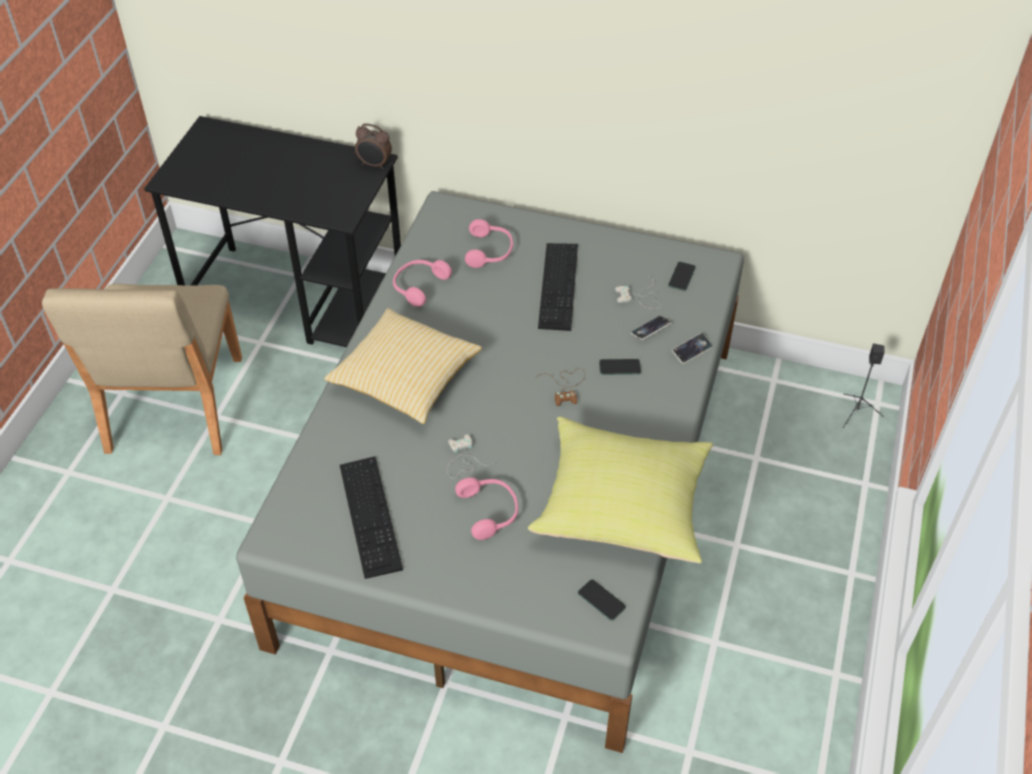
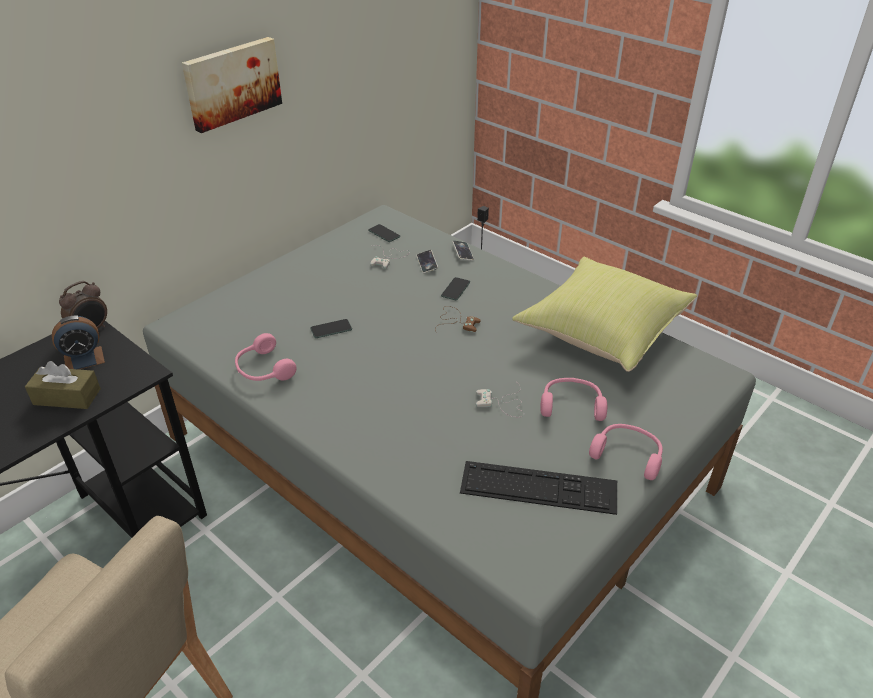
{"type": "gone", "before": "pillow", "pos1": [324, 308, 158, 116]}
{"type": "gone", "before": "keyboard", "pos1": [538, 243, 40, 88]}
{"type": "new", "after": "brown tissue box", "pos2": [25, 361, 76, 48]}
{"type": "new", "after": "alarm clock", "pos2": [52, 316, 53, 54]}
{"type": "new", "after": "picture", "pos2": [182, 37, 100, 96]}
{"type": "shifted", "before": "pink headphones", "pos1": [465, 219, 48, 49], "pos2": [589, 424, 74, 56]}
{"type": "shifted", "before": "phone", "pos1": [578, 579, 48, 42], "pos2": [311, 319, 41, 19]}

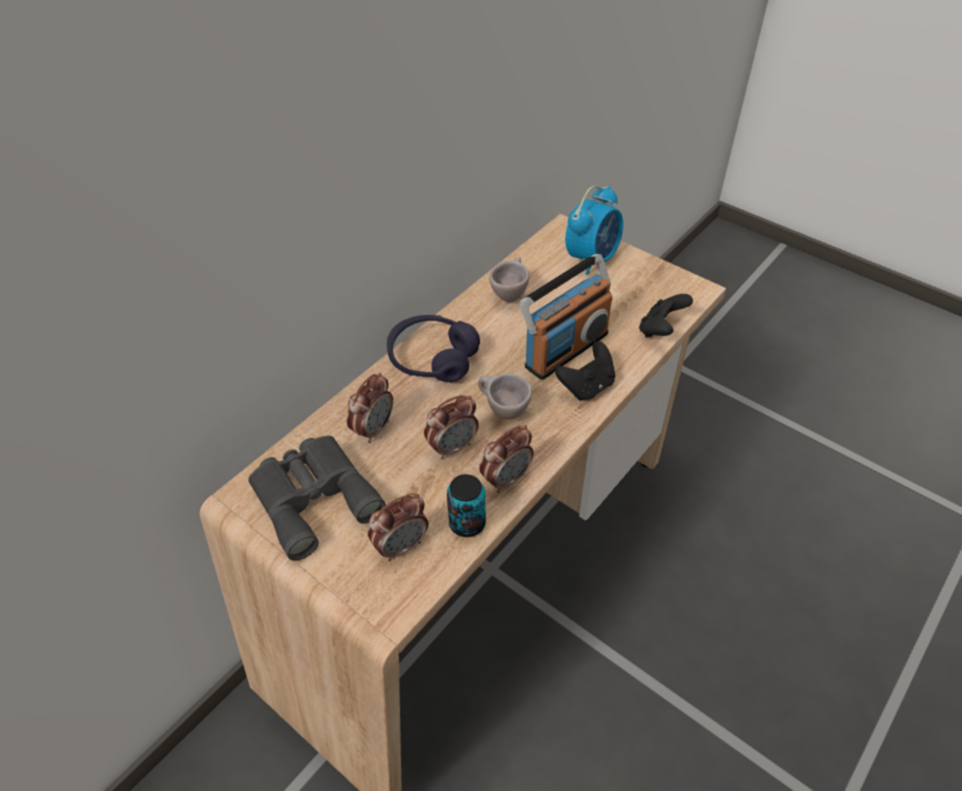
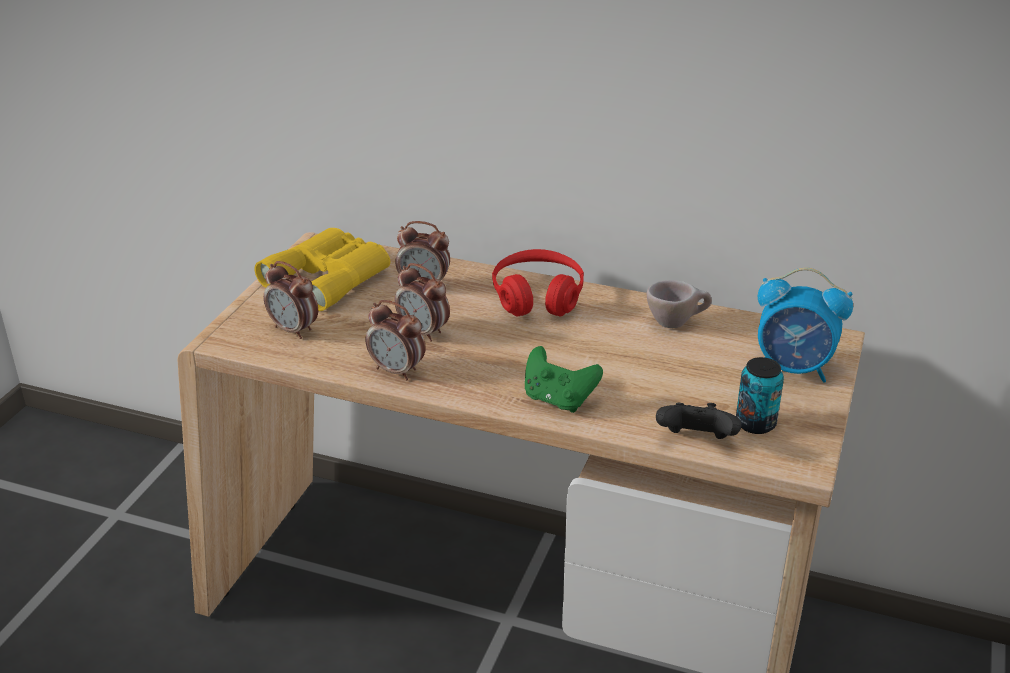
{"type": "gone", "before": "beige cup", "pos1": [478, 373, 54, 47]}
{"type": "gone", "before": "radio", "pos1": [519, 254, 93, 126]}
{"type": "shifted", "before": "can", "pos1": [447, 474, 39, 63], "pos2": [736, 357, 48, 77]}
{"type": "repainted", "before": "grey binoculars", "after": "yellow binoculars", "pos1": [248, 436, 138, 125], "pos2": [255, 228, 135, 83]}
{"type": "repainted", "before": "purple headphones", "after": "red headphones", "pos1": [387, 315, 93, 67], "pos2": [492, 249, 92, 68]}
{"type": "repainted", "before": "black game controller", "after": "green game controller", "pos1": [555, 341, 60, 60], "pos2": [525, 346, 78, 67]}

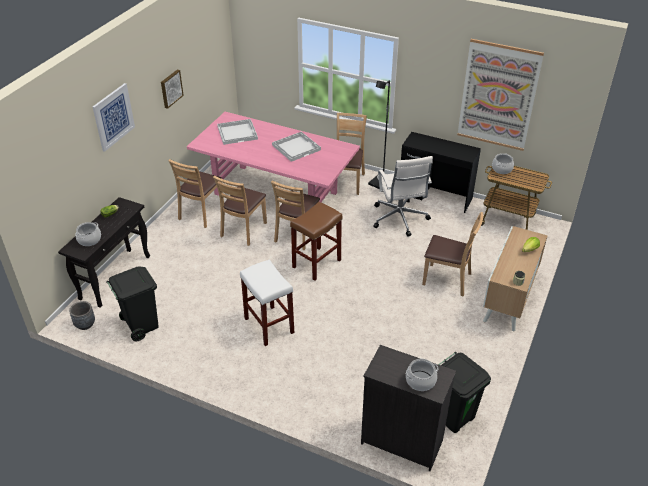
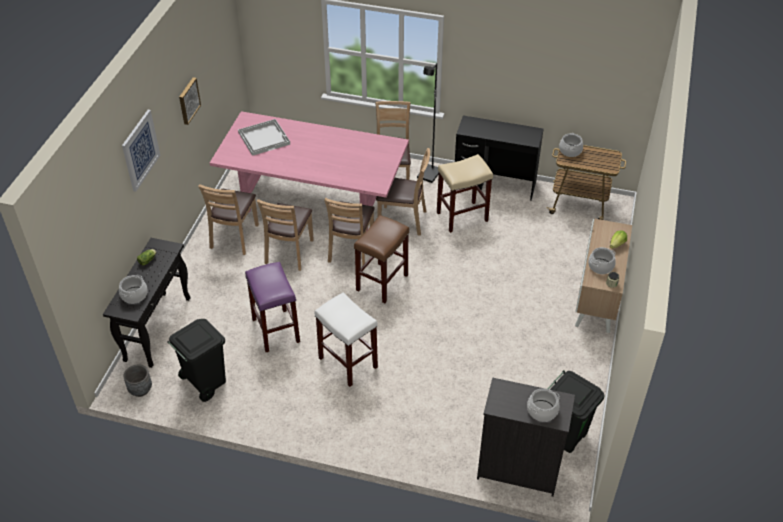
{"type": "gone", "before": "white tray", "pos1": [272, 132, 49, 30]}
{"type": "gone", "before": "picture", "pos1": [457, 39, 87, 112]}
{"type": "new", "after": "purple stool", "pos2": [245, 262, 55, 90]}
{"type": "new", "after": "cooking pot", "pos2": [588, 247, 28, 27]}
{"type": "shifted", "before": "brown chair", "pos1": [422, 212, 62, 84], "pos2": [376, 148, 54, 88]}
{"type": "swapped", "before": "white office chair", "after": "beige stool", "pos1": [373, 156, 60, 81], "pos2": [437, 154, 56, 79]}

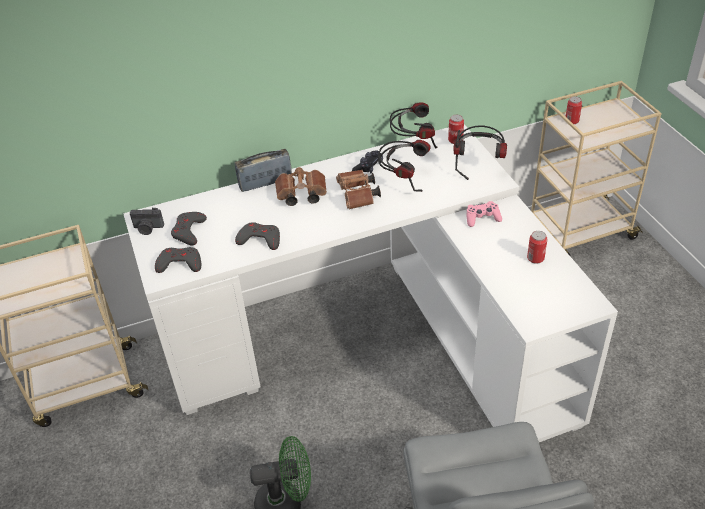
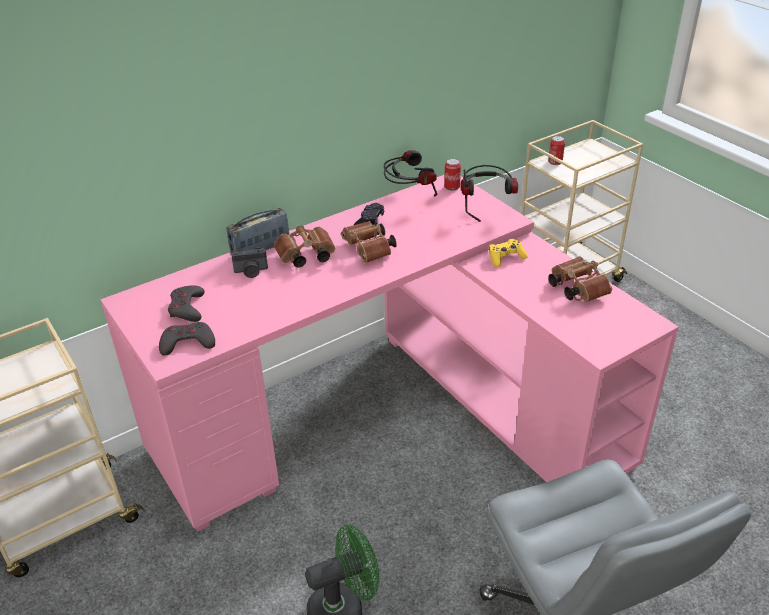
{"type": "gone", "before": "grey game controller", "pos1": [235, 222, 45, 28]}
{"type": "gone", "before": "headphones", "pos1": [378, 140, 52, 52]}
{"type": "shifted", "before": "photo camera", "pos1": [130, 208, 34, 27], "pos2": [231, 247, 37, 31]}
{"type": "swapped", "before": "can", "after": "brown binoculars", "pos1": [527, 231, 21, 33], "pos2": [548, 256, 64, 46]}
{"type": "repainted", "before": "white desk", "after": "pink desk", "pos1": [123, 124, 495, 318], "pos2": [100, 174, 579, 358]}
{"type": "repainted", "before": "pink game controller", "after": "yellow game controller", "pos1": [466, 201, 36, 26], "pos2": [489, 239, 39, 28]}

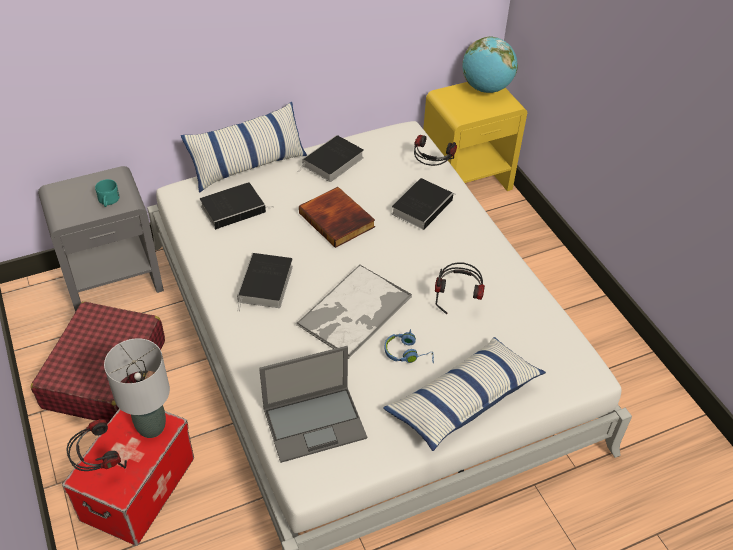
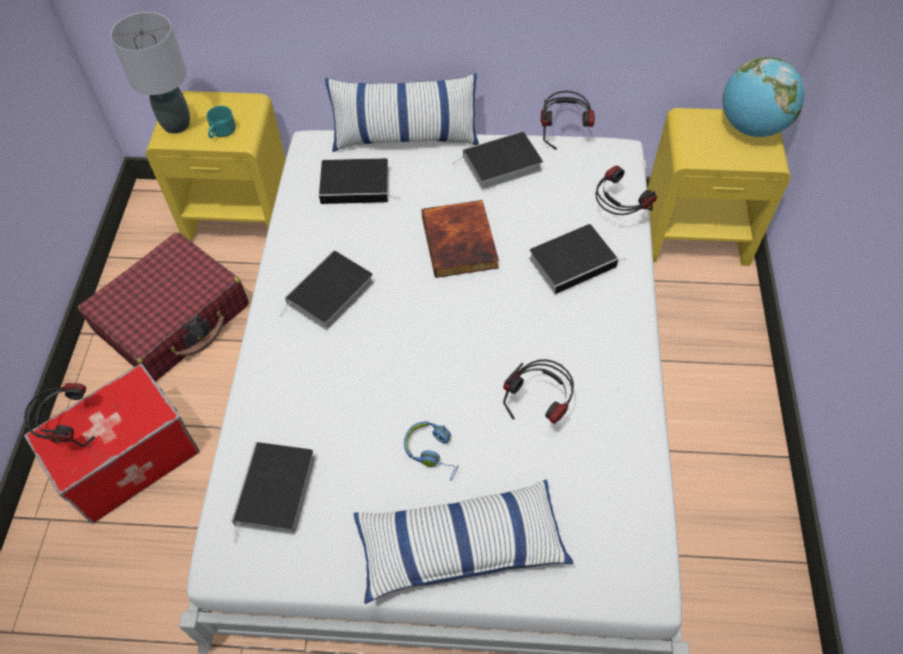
{"type": "gone", "before": "tray", "pos1": [296, 264, 116, 95]}
{"type": "new", "after": "headphones", "pos2": [541, 91, 54, 59]}
{"type": "shifted", "before": "grey table lamp", "pos1": [104, 338, 66, 100], "pos2": [110, 12, 80, 122]}
{"type": "swapped", "before": "laptop", "after": "book", "pos1": [259, 346, 108, 117], "pos2": [232, 442, 83, 102]}
{"type": "repainted", "before": "grey nightstand", "after": "yellow nightstand", "pos1": [38, 166, 126, 146], "pos2": [146, 91, 140, 151]}

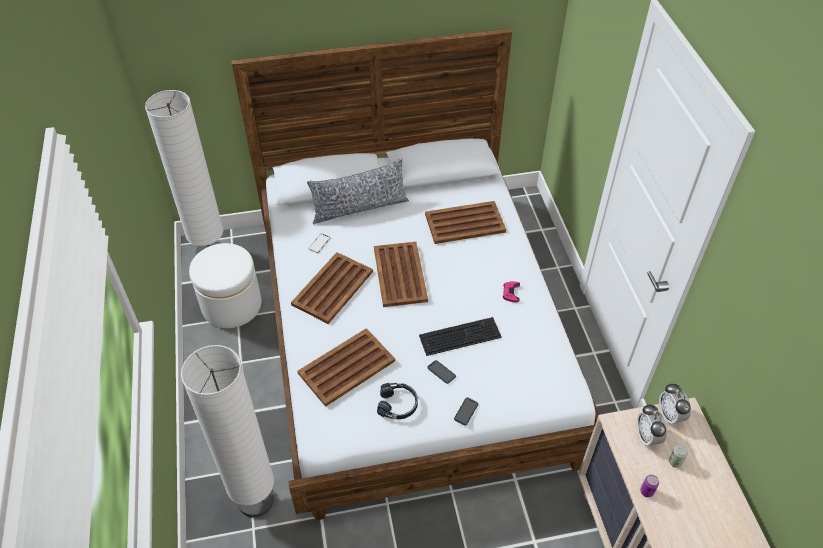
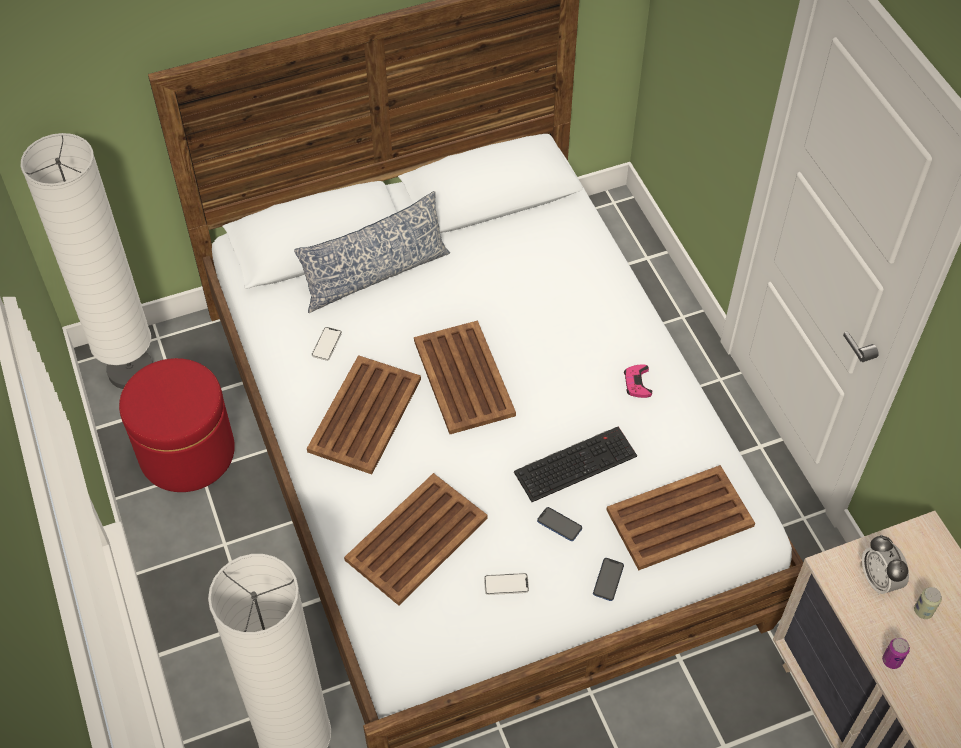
{"type": "gone", "before": "alarm clock", "pos1": [659, 383, 32, 42]}
{"type": "shifted", "before": "brown tray", "pos1": [425, 201, 81, 43], "pos2": [607, 465, 148, 105]}
{"type": "swapped", "before": "black headphones", "after": "phone", "pos1": [377, 383, 41, 36], "pos2": [484, 573, 45, 22]}
{"type": "repainted", "before": "white ottoman", "after": "red ottoman", "pos1": [189, 243, 73, 85], "pos2": [119, 358, 116, 134]}

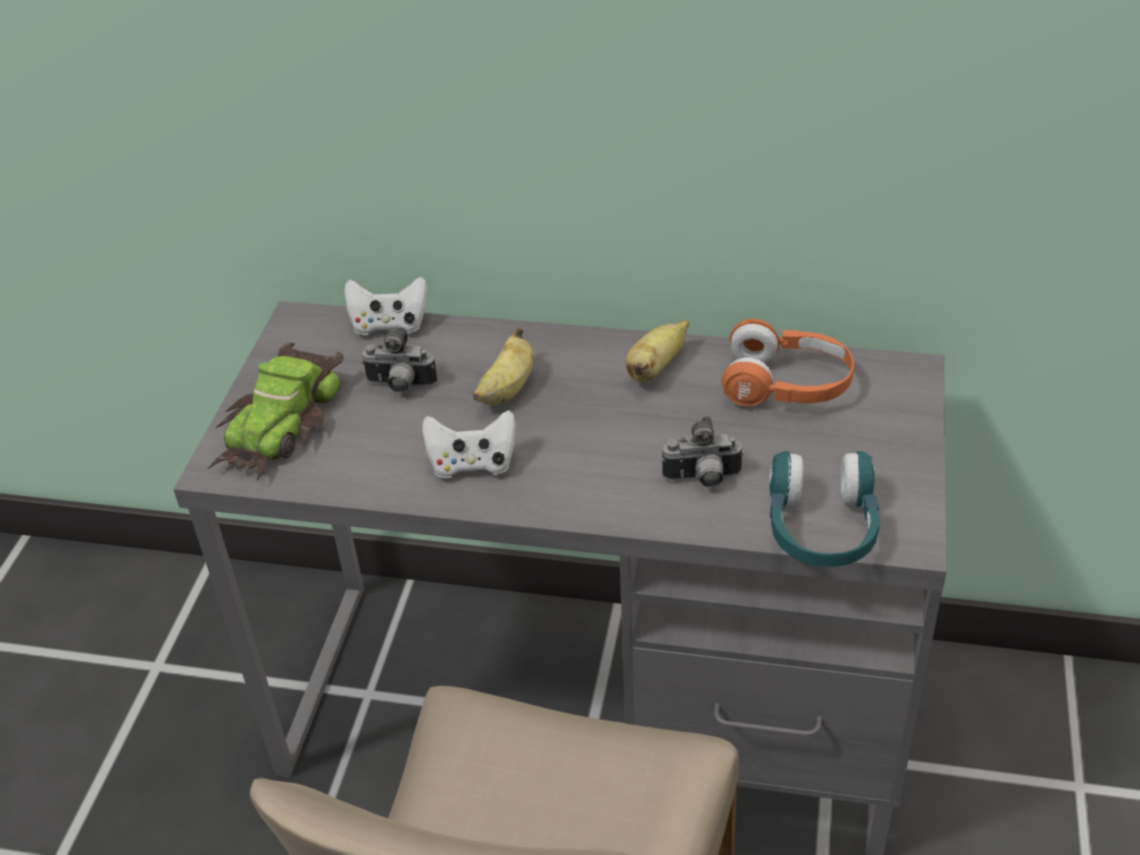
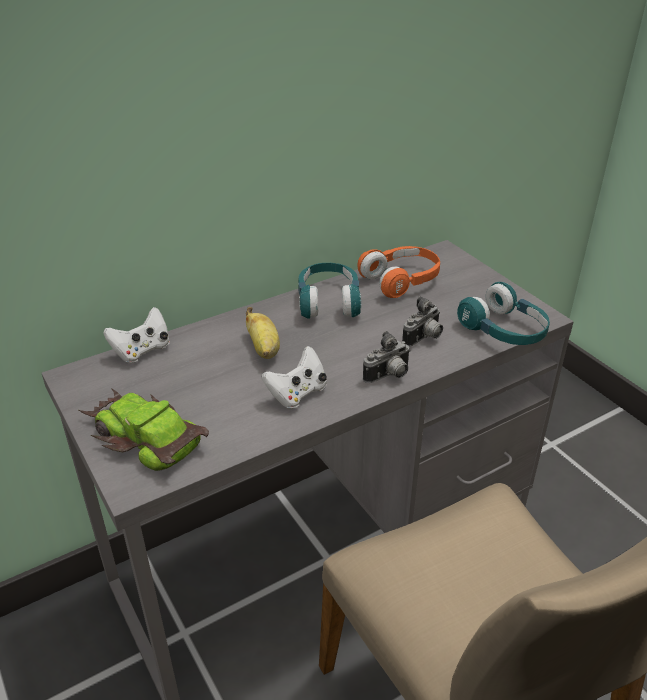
{"type": "shifted", "before": "photo camera", "pos1": [361, 327, 76, 66], "pos2": [363, 331, 48, 52]}
{"type": "swapped", "before": "banana", "after": "turquoise headphones", "pos1": [626, 320, 63, 62], "pos2": [298, 263, 63, 56]}
{"type": "rotated", "before": "toy car", "pos1": [208, 343, 136, 138], "pos2": [78, 388, 131, 83], "turn": 150}

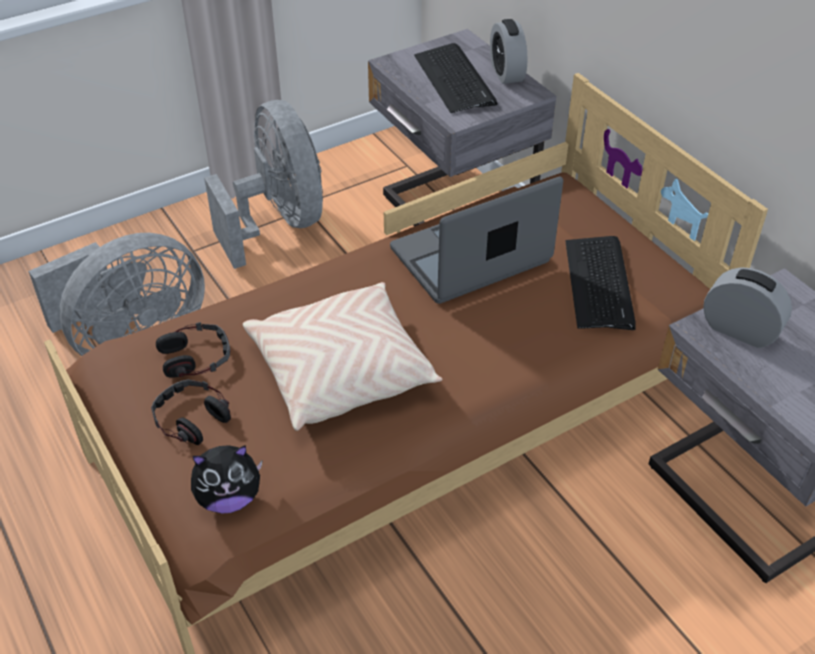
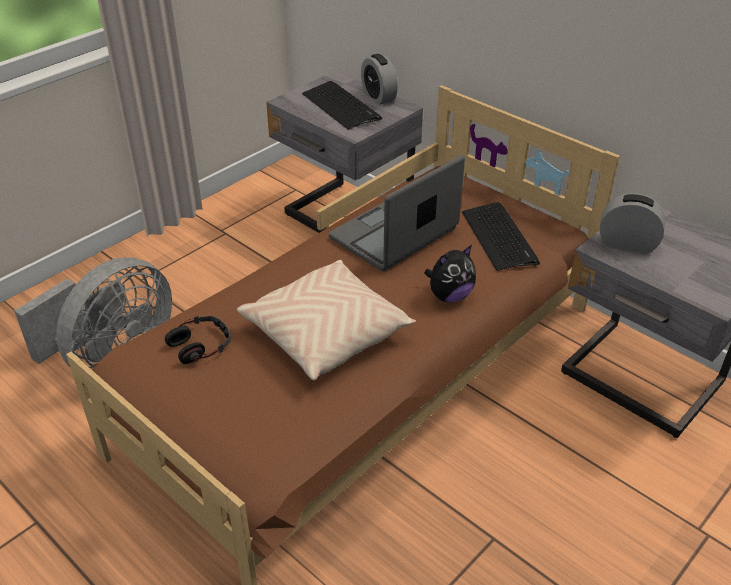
{"type": "gone", "before": "headphones", "pos1": [151, 379, 80, 66]}
{"type": "gone", "before": "grey fan", "pos1": [204, 100, 119, 169]}
{"type": "shifted", "before": "plush toy", "pos1": [191, 445, 71, 69], "pos2": [424, 245, 52, 57]}

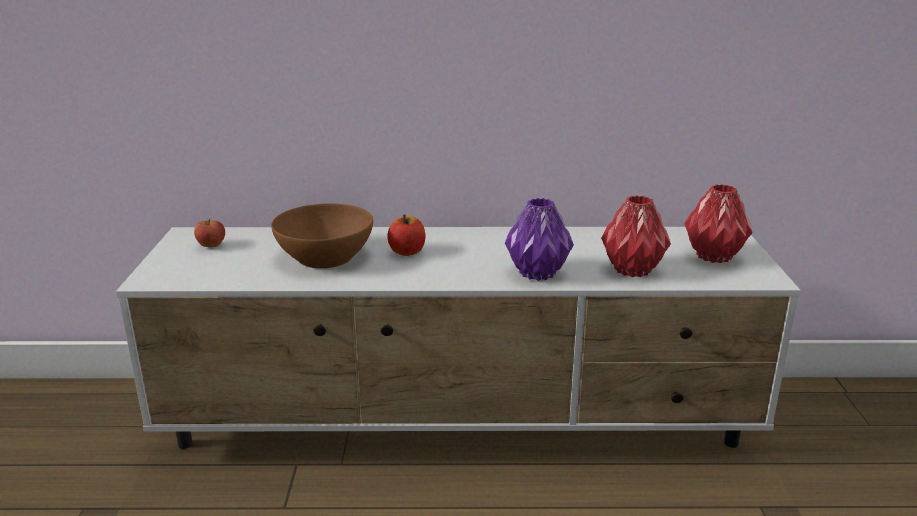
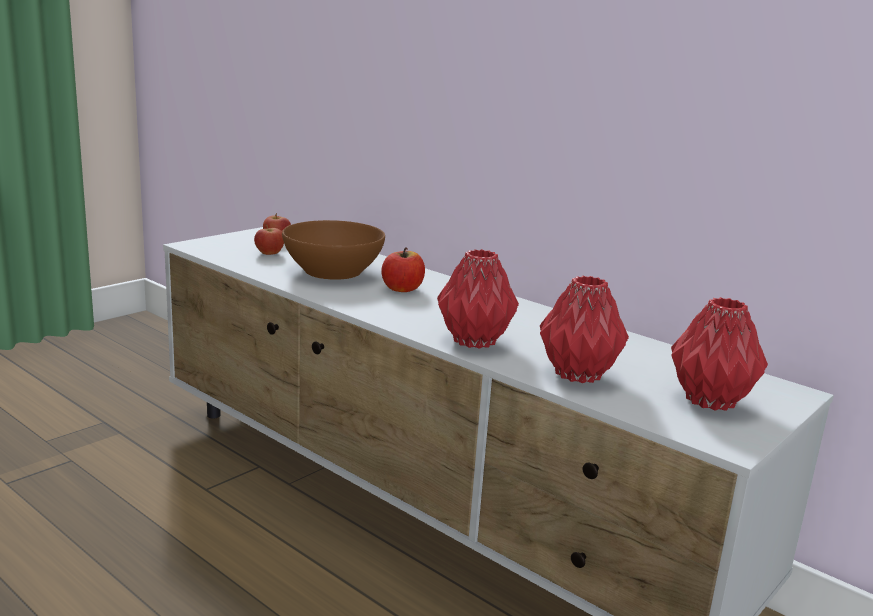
{"type": "new", "after": "apple", "pos2": [254, 224, 30, 31]}
{"type": "repainted", "before": "purple vase", "after": "red vase", "pos1": [505, 198, 69, 83], "pos2": [437, 249, 82, 100]}

